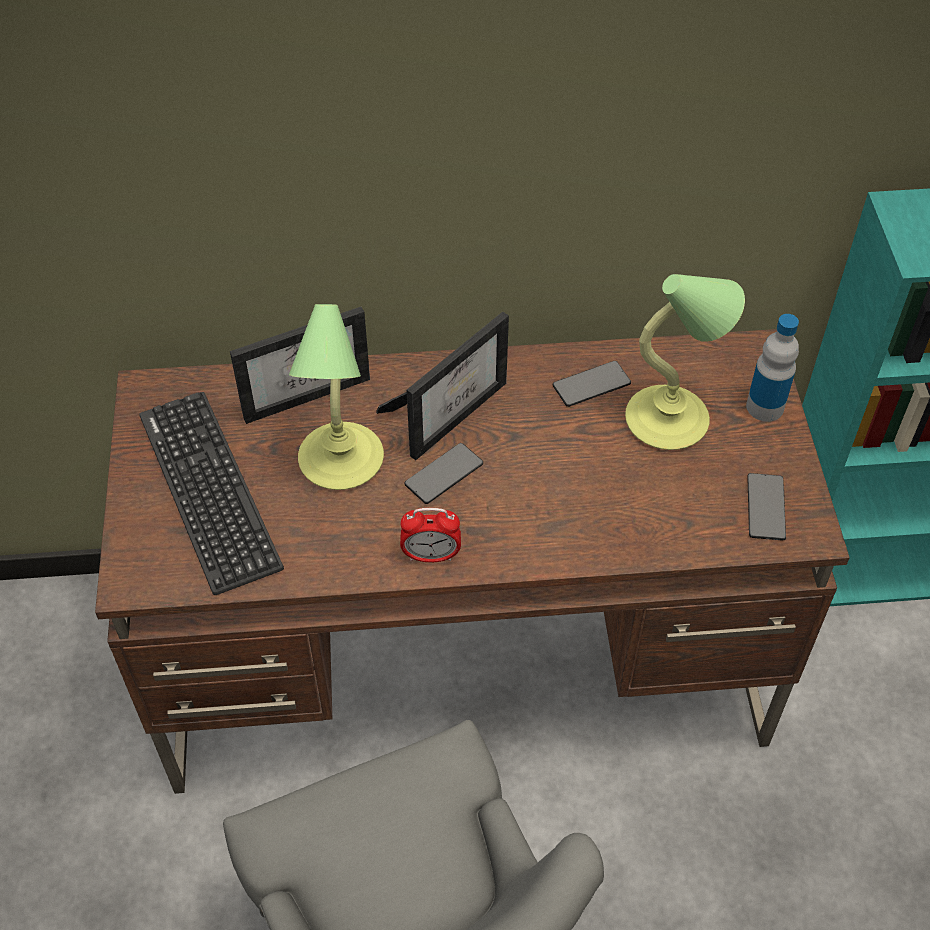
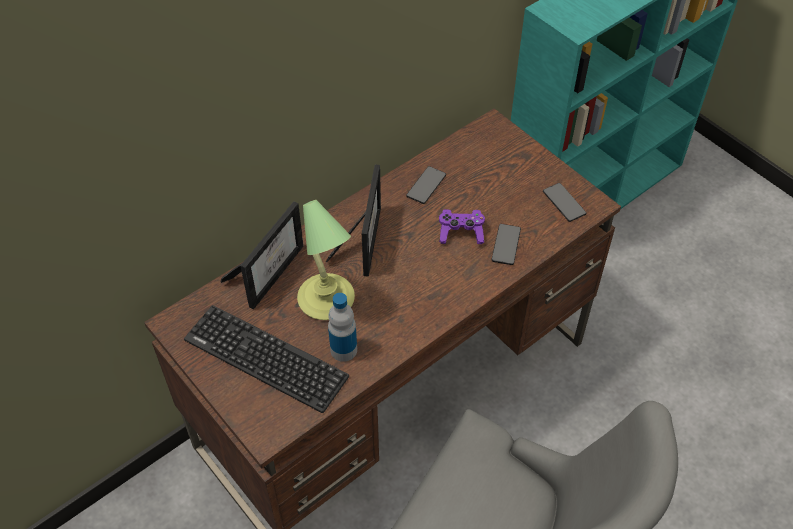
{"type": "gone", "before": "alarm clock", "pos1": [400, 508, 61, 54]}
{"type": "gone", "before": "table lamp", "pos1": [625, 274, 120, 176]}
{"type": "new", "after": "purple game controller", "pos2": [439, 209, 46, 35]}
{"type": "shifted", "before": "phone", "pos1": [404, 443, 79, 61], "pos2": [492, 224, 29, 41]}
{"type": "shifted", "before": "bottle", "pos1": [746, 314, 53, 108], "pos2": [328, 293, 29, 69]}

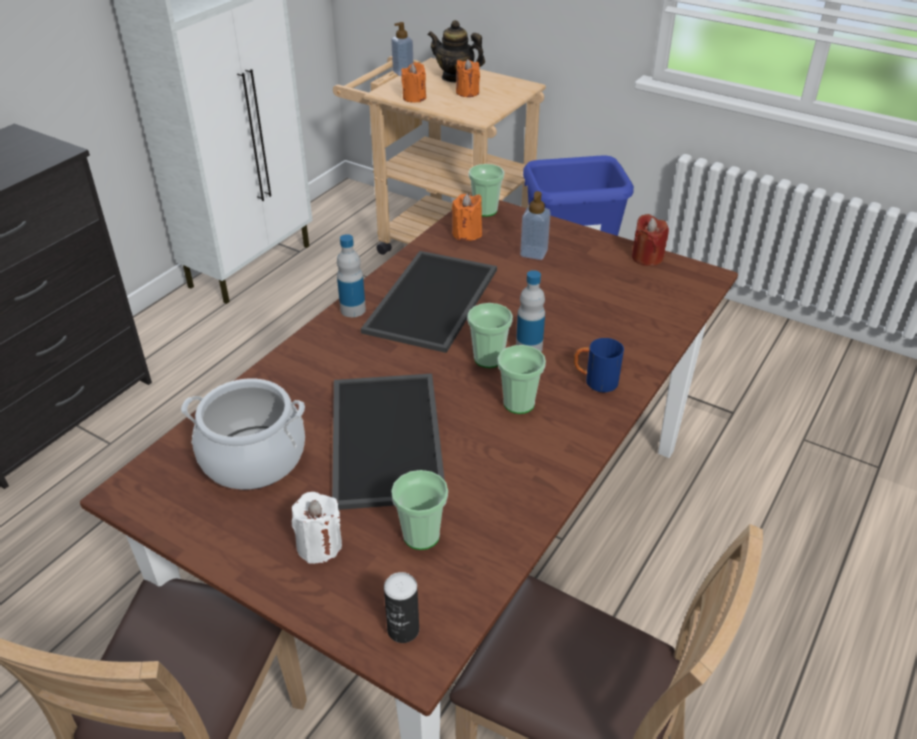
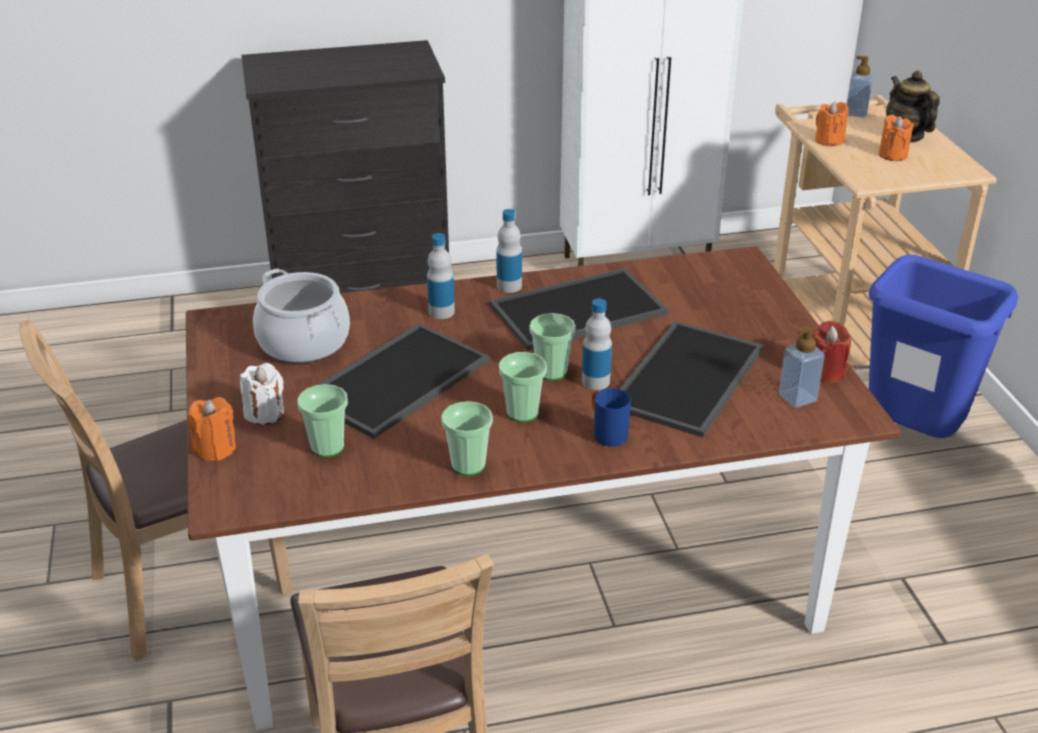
{"type": "gone", "before": "can", "pos1": [384, 572, 35, 71]}
{"type": "new", "after": "bottle", "pos2": [427, 233, 28, 86]}
{"type": "new", "after": "tray", "pos2": [619, 321, 144, 116]}
{"type": "shifted", "before": "orange candle", "pos1": [452, 193, 30, 48], "pos2": [187, 397, 49, 64]}
{"type": "shifted", "before": "cup", "pos1": [469, 164, 35, 53], "pos2": [441, 401, 52, 75]}
{"type": "shifted", "before": "soap dispenser", "pos1": [520, 191, 31, 69], "pos2": [779, 325, 46, 83]}

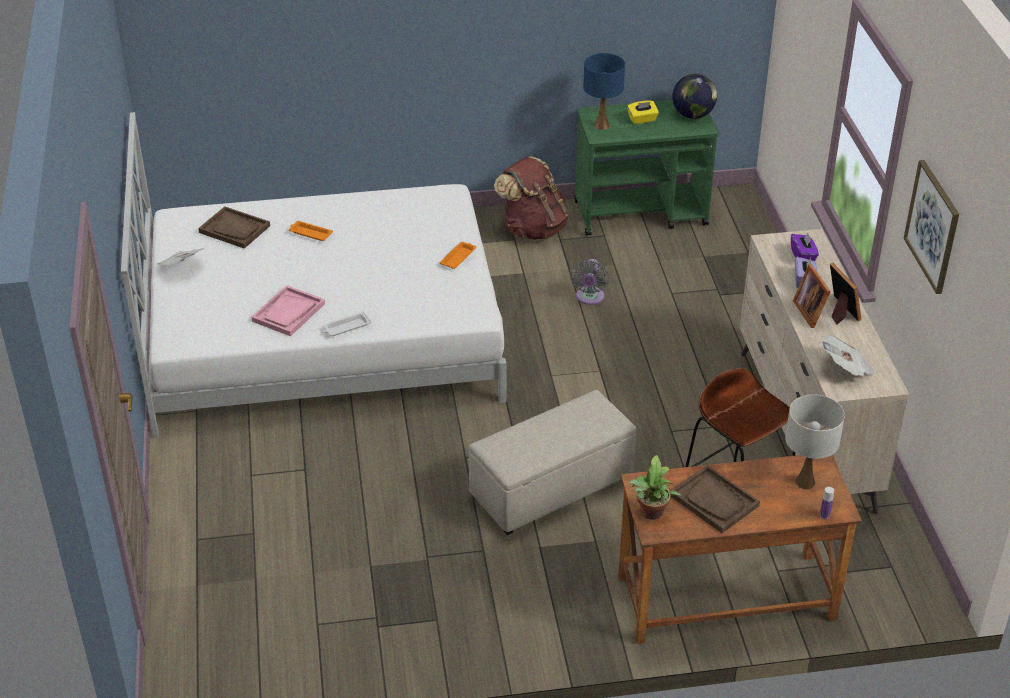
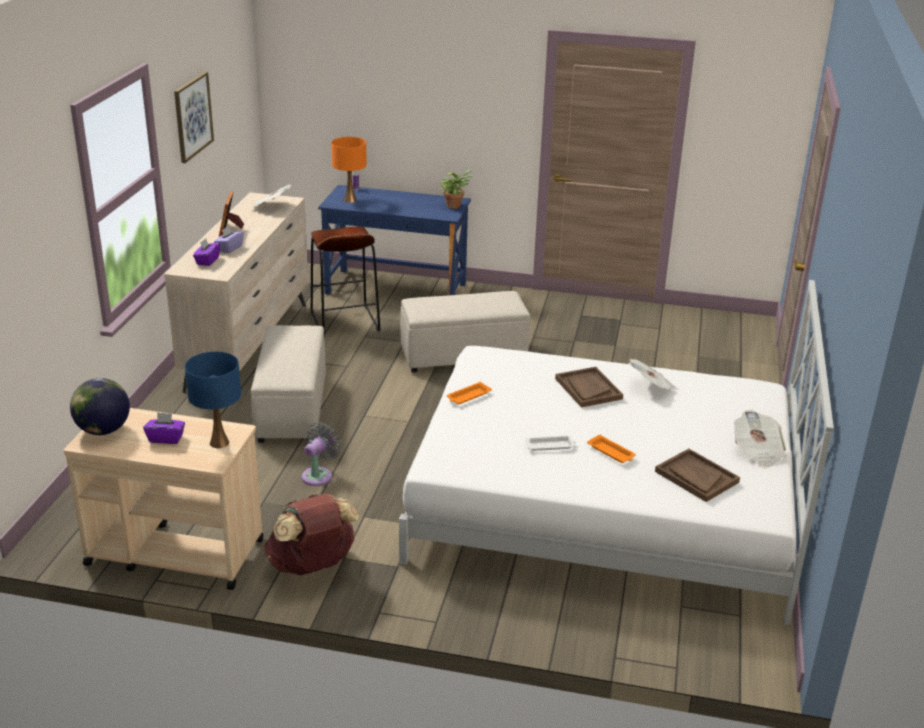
{"type": "gone", "before": "picture frame", "pos1": [793, 265, 38, 63]}
{"type": "new", "after": "beige ottoman", "pos2": [251, 325, 75, 118]}
{"type": "shifted", "before": "white tray", "pos1": [323, 311, 48, 25], "pos2": [525, 435, 50, 16]}
{"type": "shifted", "before": "brown tray", "pos1": [670, 465, 90, 68], "pos2": [555, 367, 68, 40]}
{"type": "swapped", "before": "pink tray", "after": "newspaper", "pos1": [251, 285, 74, 51], "pos2": [628, 359, 51, 31]}
{"type": "repainted", "before": "green cart", "after": "beige cart", "pos1": [574, 100, 145, 136], "pos2": [64, 408, 200, 182]}
{"type": "repainted", "before": "brown desk", "after": "blue desk", "pos1": [618, 455, 244, 189], "pos2": [318, 185, 153, 110]}
{"type": "repainted", "before": "yellow tissue box", "after": "purple tissue box", "pos1": [627, 100, 32, 24], "pos2": [143, 412, 42, 32]}
{"type": "repainted", "before": "white table lamp", "after": "orange table lamp", "pos1": [785, 394, 60, 95], "pos2": [331, 137, 36, 66]}

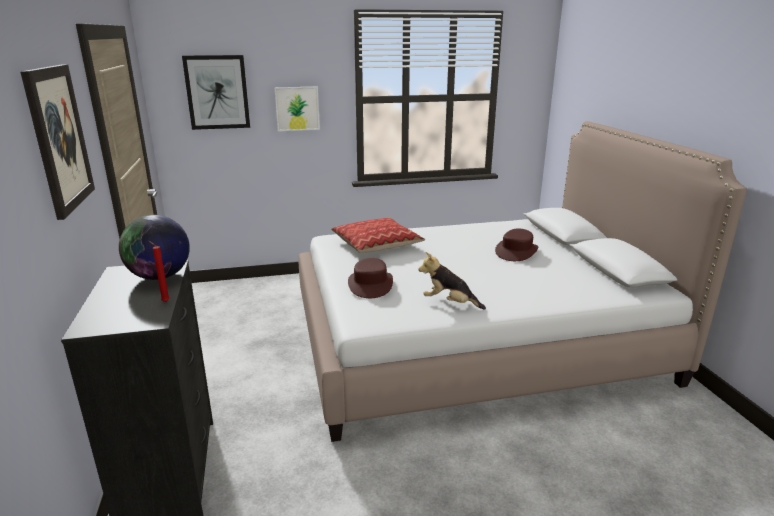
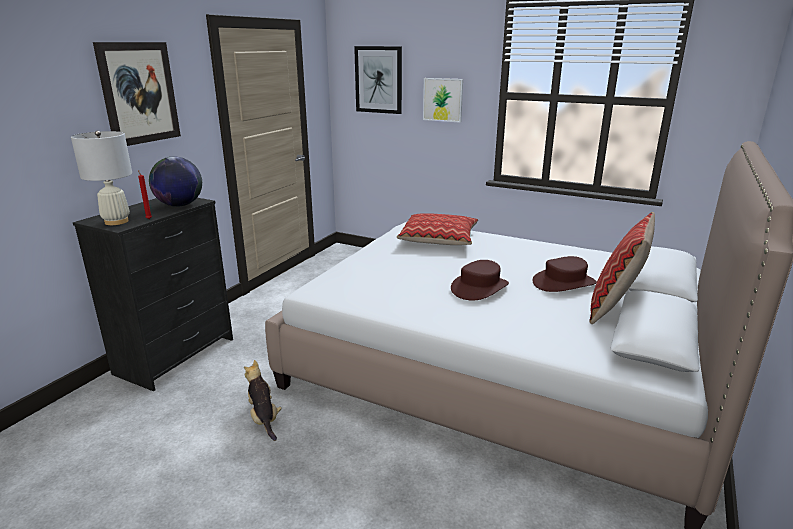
{"type": "new", "after": "white table lamp", "pos2": [71, 131, 61, 94]}
{"type": "new", "after": "pillow", "pos2": [589, 212, 66, 112]}
{"type": "shifted", "before": "brown hat", "pos1": [348, 258, 45, 40], "pos2": [451, 260, 58, 40]}
{"type": "shifted", "before": "plush toy", "pos1": [418, 252, 68, 58], "pos2": [244, 360, 38, 81]}

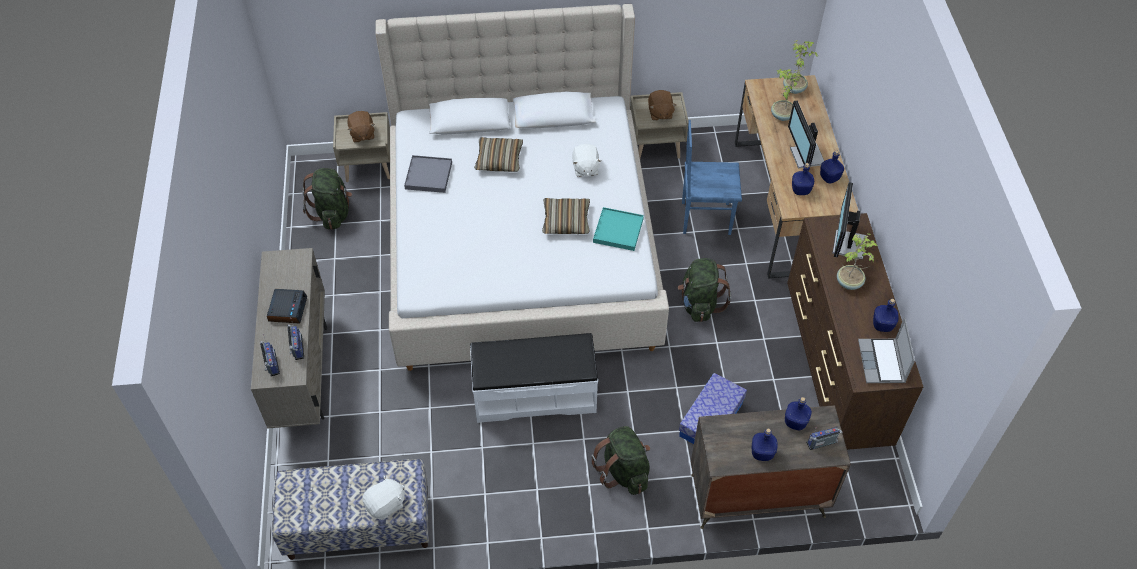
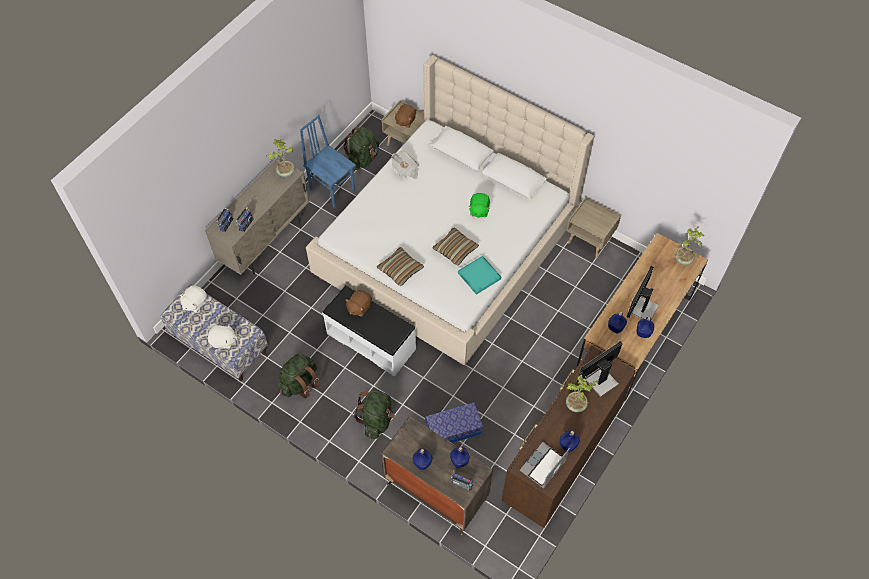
{"type": "gone", "before": "alarm clock", "pos1": [267, 289, 40, 35]}
{"type": "new", "after": "green plush toy", "pos2": [469, 193, 21, 25]}
{"type": "shifted", "before": "pillow", "pos1": [474, 137, 49, 35], "pos2": [377, 247, 47, 39]}
{"type": "shifted", "before": "white plush toy", "pos1": [572, 144, 30, 33], "pos2": [179, 286, 28, 26]}
{"type": "shifted", "before": "brown plush toy", "pos1": [648, 90, 28, 31], "pos2": [345, 290, 27, 27]}
{"type": "shifted", "before": "green backpack", "pos1": [678, 258, 53, 64], "pos2": [278, 353, 42, 46]}
{"type": "shifted", "before": "blue chair", "pos1": [682, 120, 60, 115], "pos2": [300, 115, 56, 93]}
{"type": "shifted", "before": "potted plant", "pos1": [771, 69, 31, 52], "pos2": [266, 139, 29, 38]}
{"type": "swapped", "before": "grey tray", "after": "newspaper", "pos1": [404, 155, 48, 38], "pos2": [392, 151, 27, 28]}

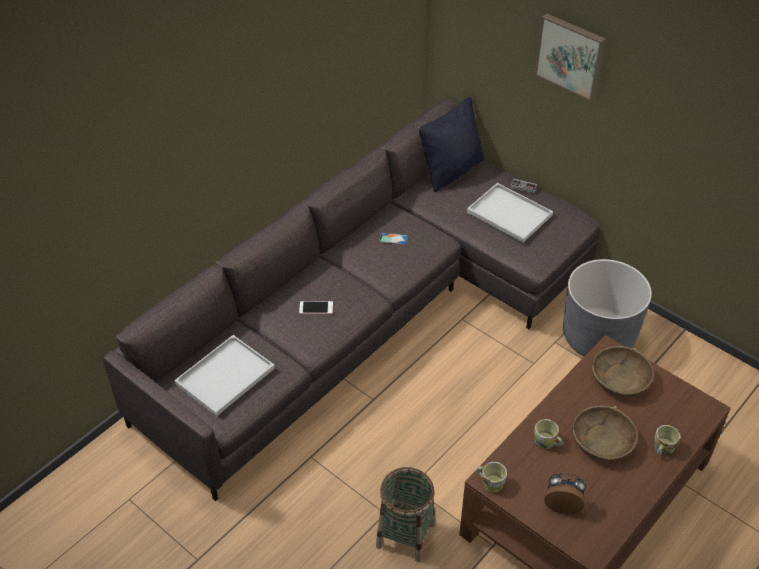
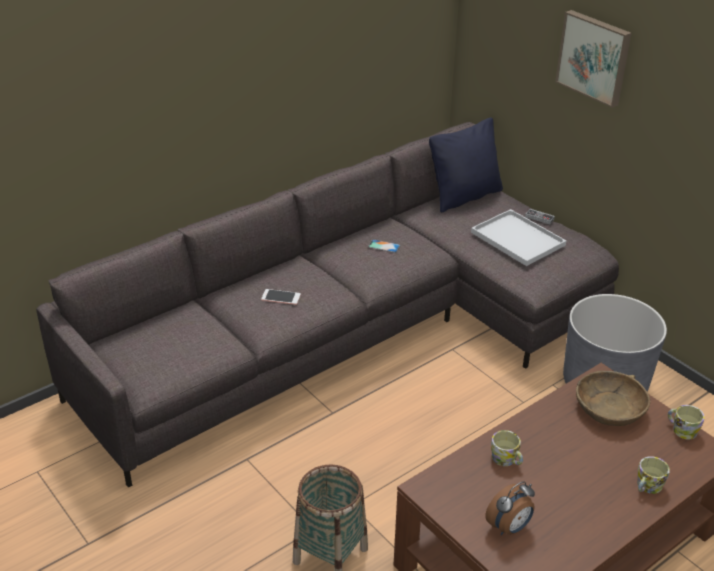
{"type": "gone", "before": "white tray", "pos1": [174, 335, 101, 81]}
{"type": "gone", "before": "brown bowl", "pos1": [572, 405, 66, 57]}
{"type": "shifted", "before": "mug", "pos1": [477, 462, 30, 30], "pos2": [668, 405, 37, 35]}
{"type": "rotated", "before": "alarm clock", "pos1": [544, 473, 42, 41], "pos2": [485, 481, 50, 54], "turn": 120}

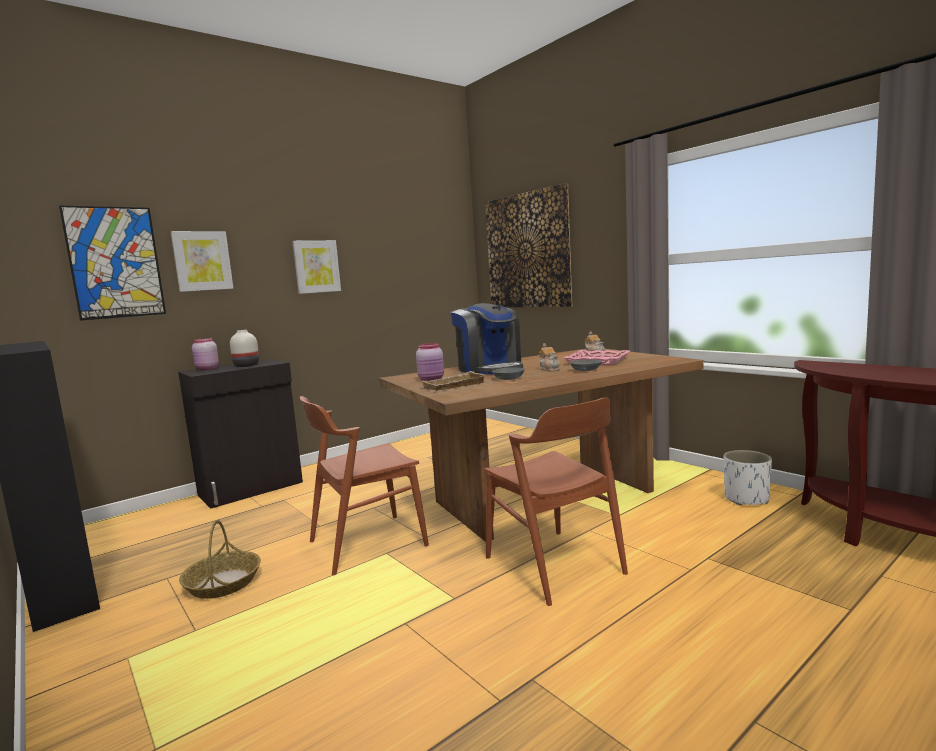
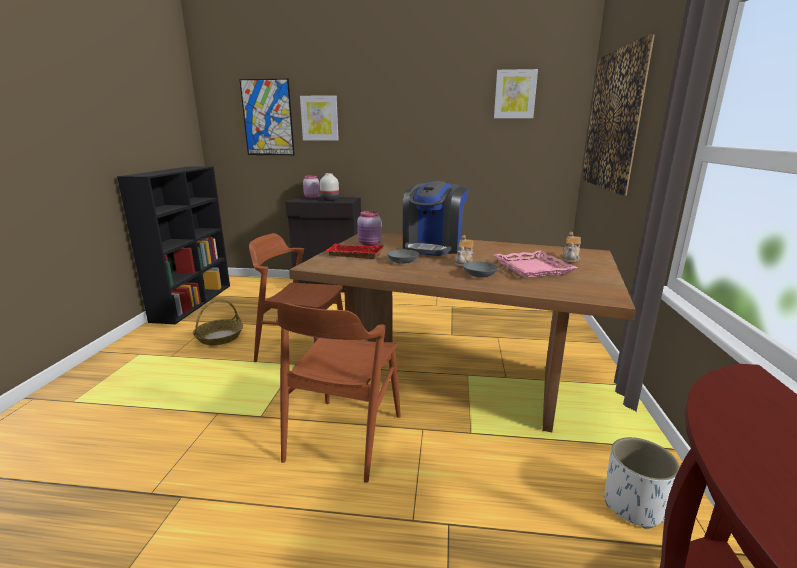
{"type": "shifted", "before": "picture", "pos1": [292, 240, 49, 54], "pos2": [494, 69, 44, 49]}
{"type": "repainted", "before": "beige tray", "after": "red tray", "pos1": [422, 371, 64, 20], "pos2": [326, 244, 58, 15]}

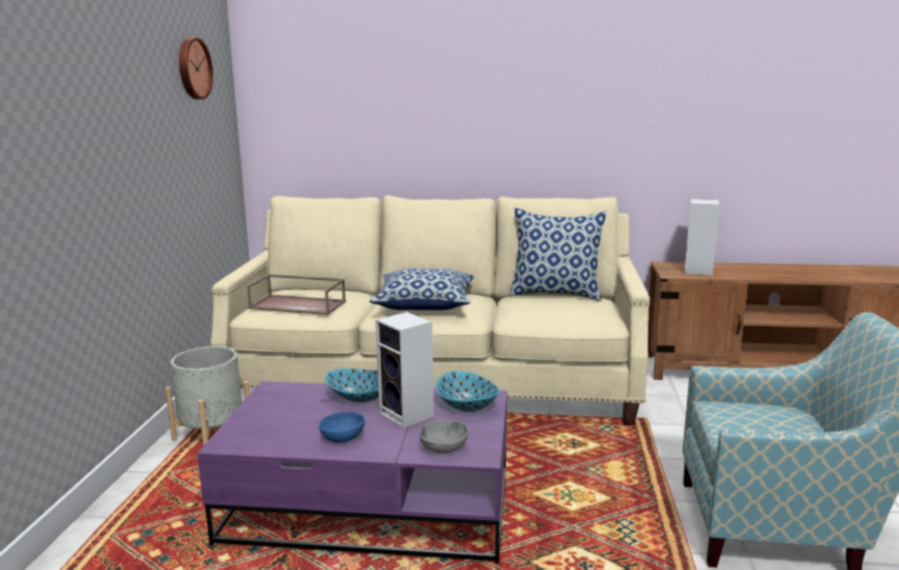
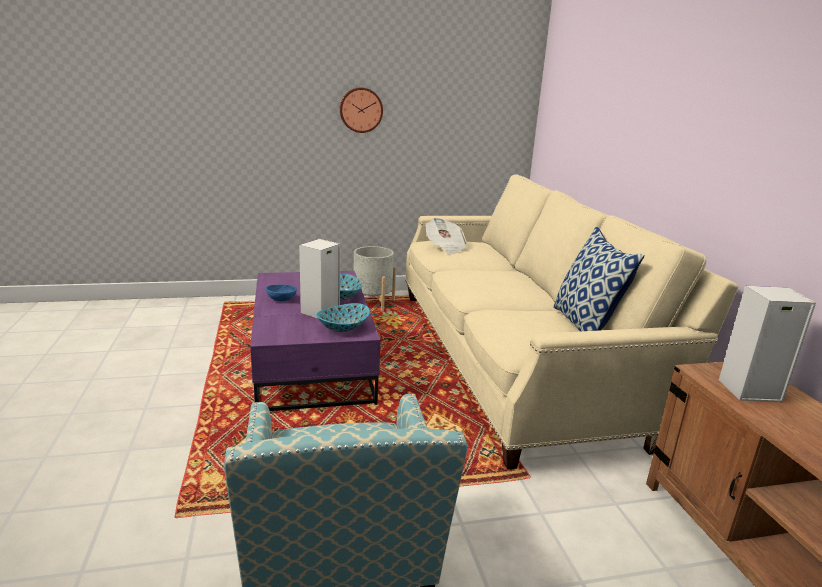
{"type": "gone", "before": "pillow", "pos1": [369, 269, 105, 41]}
{"type": "gone", "before": "grey bowl", "pos1": [419, 419, 49, 34]}
{"type": "shifted", "before": "wall clock", "pos1": [179, 37, 34, 62], "pos2": [340, 87, 43, 46]}
{"type": "swapped", "before": "brown tray", "after": "newspaper", "pos1": [247, 274, 99, 41], "pos2": [425, 218, 43, 36]}

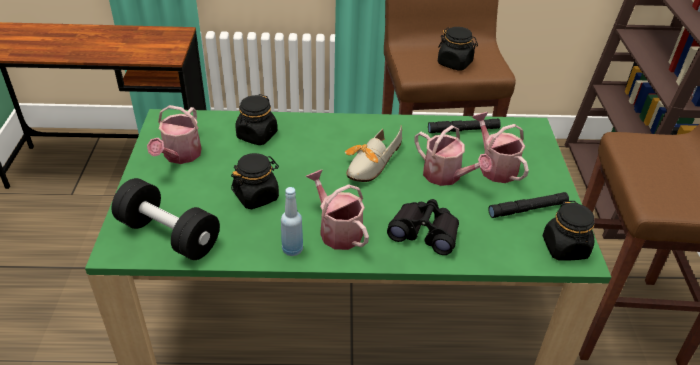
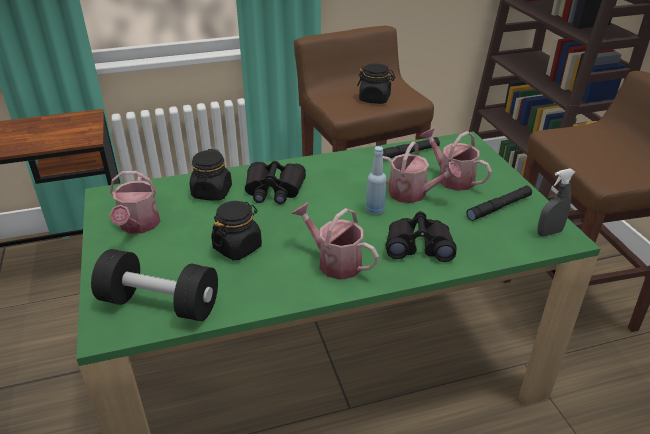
{"type": "gone", "before": "shoe", "pos1": [345, 126, 57, 56]}
{"type": "new", "after": "black binoculars", "pos2": [245, 161, 61, 43]}
{"type": "shifted", "before": "blue bottle", "pos1": [281, 187, 22, 69], "pos2": [366, 146, 20, 69]}
{"type": "swapped", "before": "black jar", "after": "grey spray bottle", "pos1": [543, 201, 52, 60], "pos2": [537, 168, 38, 69]}

